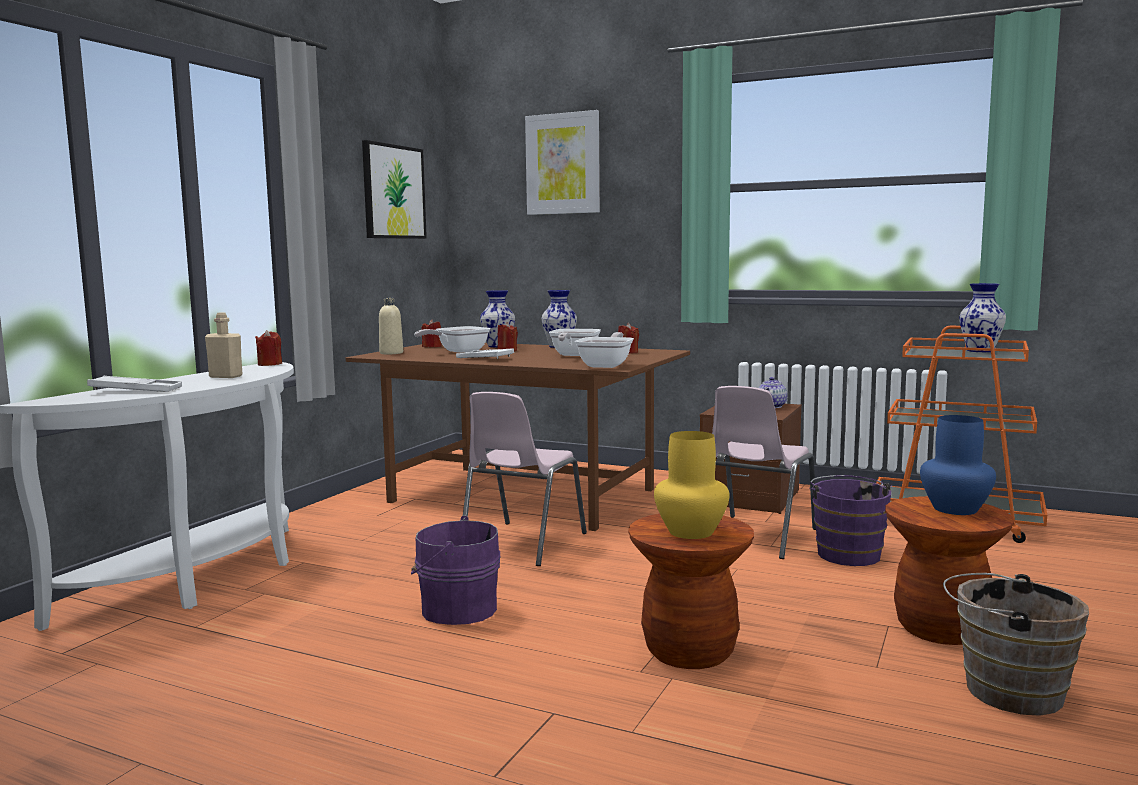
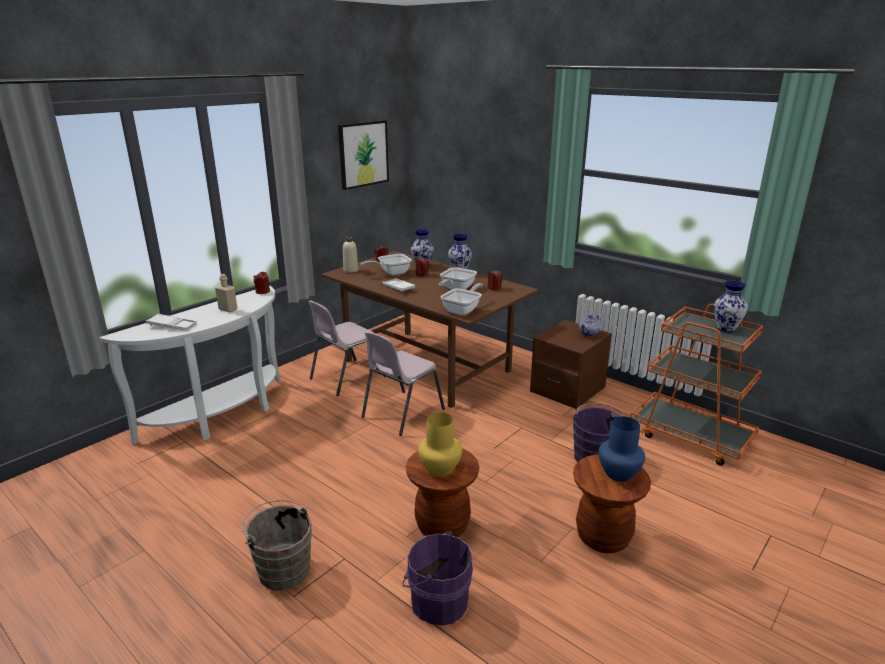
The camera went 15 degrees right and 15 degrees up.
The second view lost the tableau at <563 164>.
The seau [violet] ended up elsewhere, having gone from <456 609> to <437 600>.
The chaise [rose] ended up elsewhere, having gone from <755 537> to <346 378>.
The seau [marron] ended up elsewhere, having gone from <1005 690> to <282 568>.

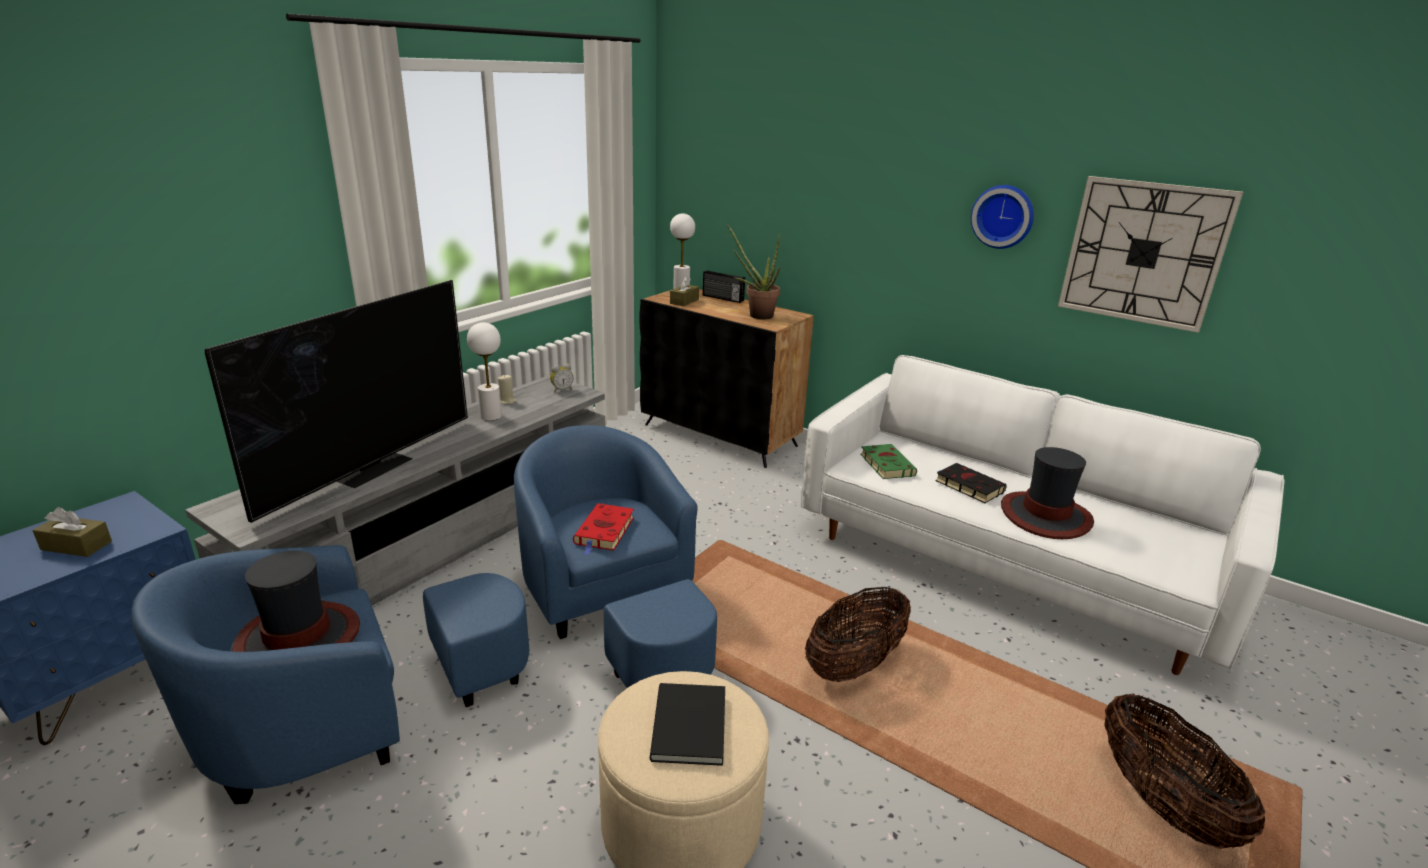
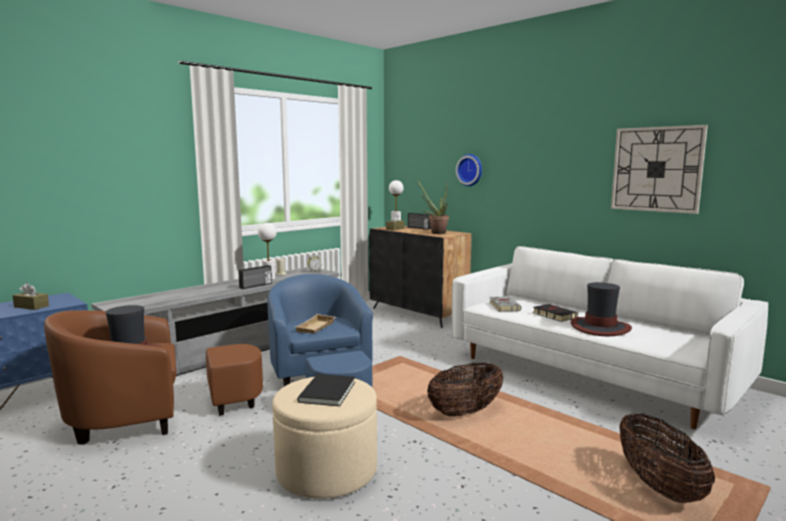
The camera went 10 degrees right and 15 degrees down.
The second view lost the téléviseur at <372 467>.
The second view gained the radio at <256 286>.
The horloge murale ended up elsewhere, having gone from <1003 216> to <470 170>.
Where the livre [rouge] stood at <604 532>, the plateau [beige] came to stand at <317 327>.
What was the fauteuil [bleu] at <350 717> turned into the fauteuil [marron] at <153 415>.
What was the livre [vert] at <886 464> turned into the livre [gris] at <503 306>.

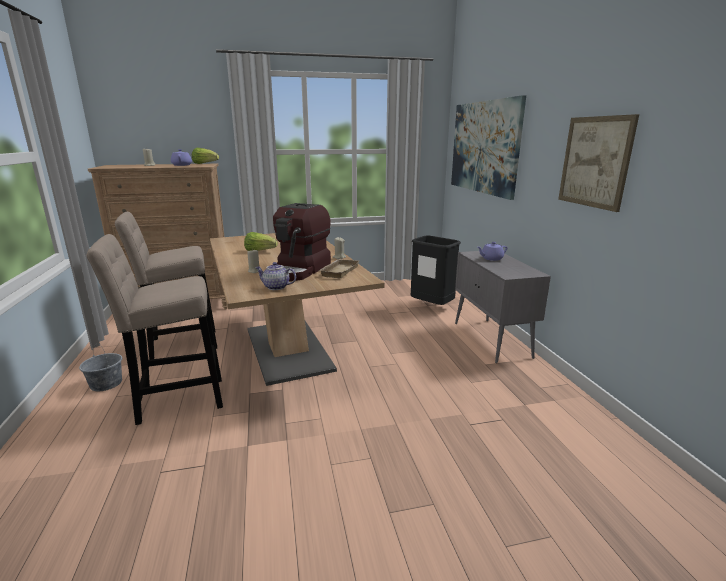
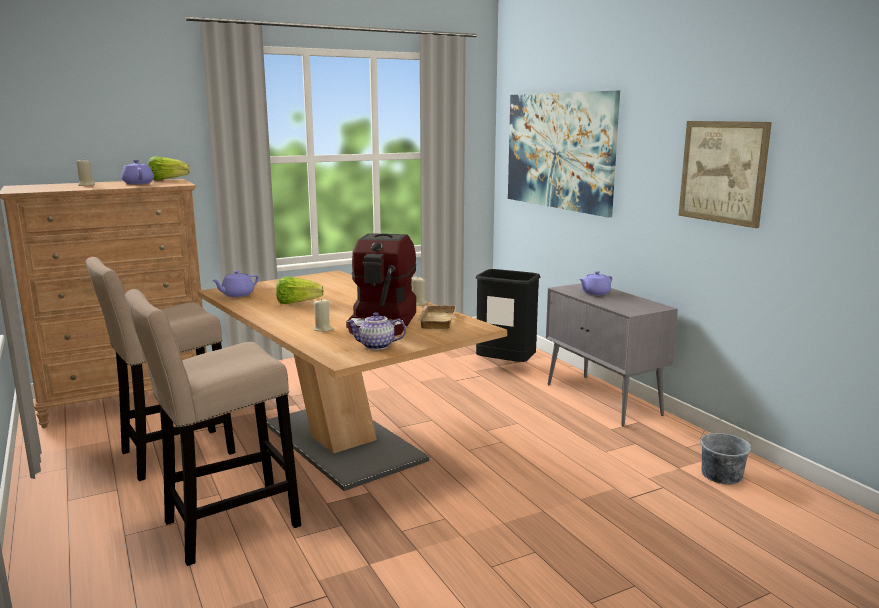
The camera went 15 degrees left and 5 degrees down.
The second view gained the théière [violet] at <237 295>.
The seau [gris] ended up elsewhere, having gone from <106 384> to <721 475>.

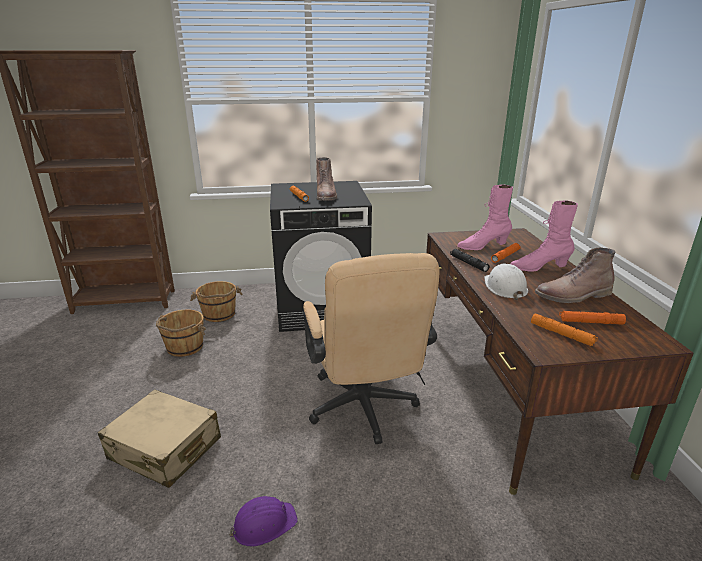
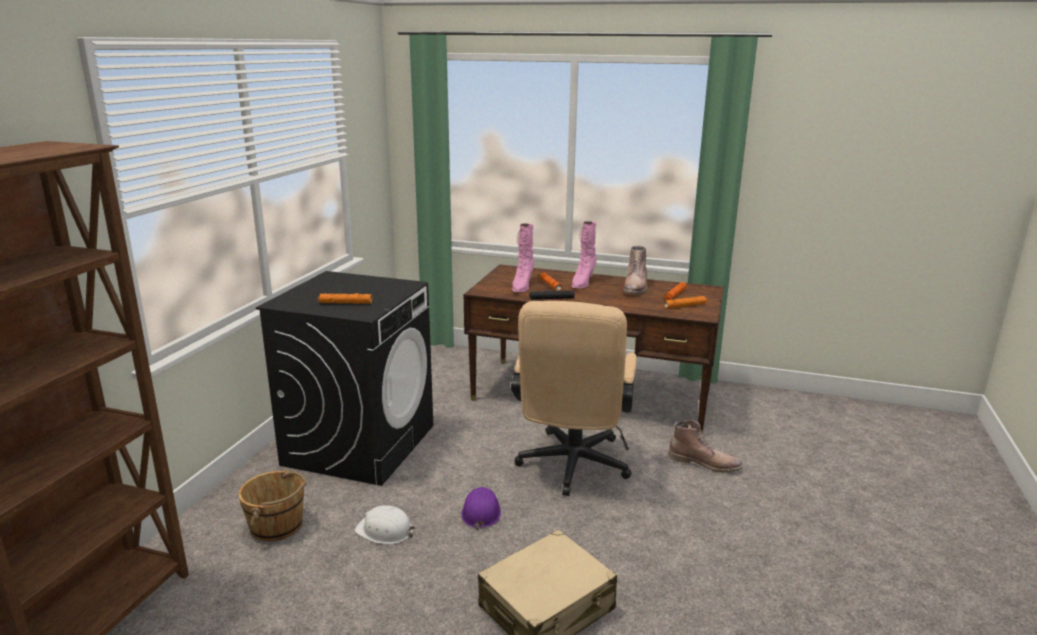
The camera went 65 degrees left and 5 degrees down.
The second view lost the seau [marron] at <184 347>.
The casque de chantier [violet] ended up elsewhere, having gone from <263 524> to <481 512>.
The botte [marron] ended up elsewhere, having gone from <326 195> to <704 463>.
The casque de chantier [blanc] ended up elsewhere, having gone from <504 287> to <385 531>.
The chaise de bureau [beige] at <364 410> ended up facing another way, 90 degrees clockwise from before.

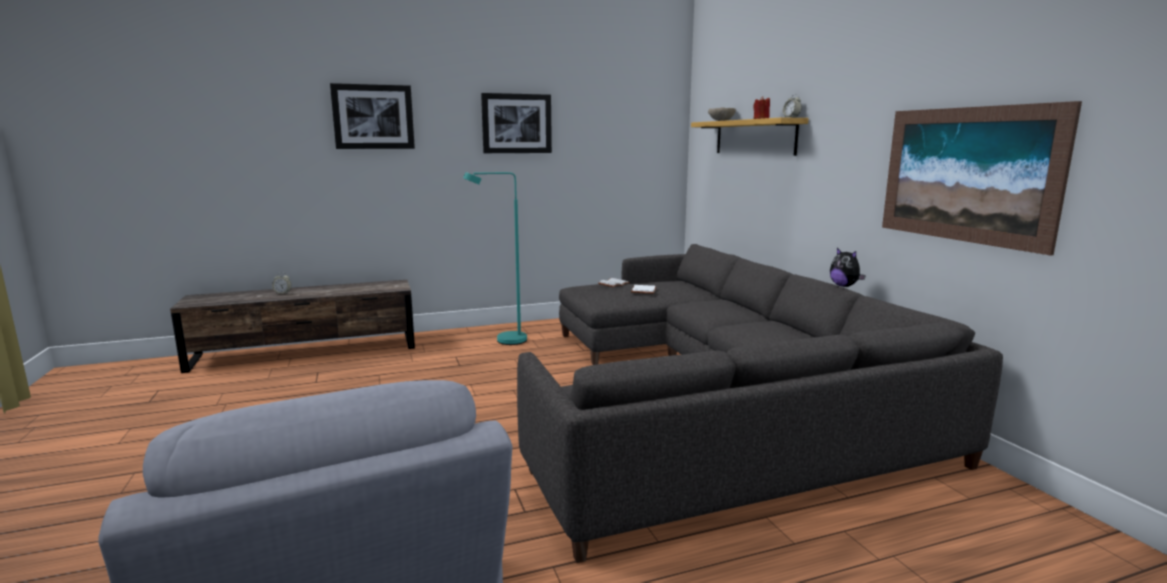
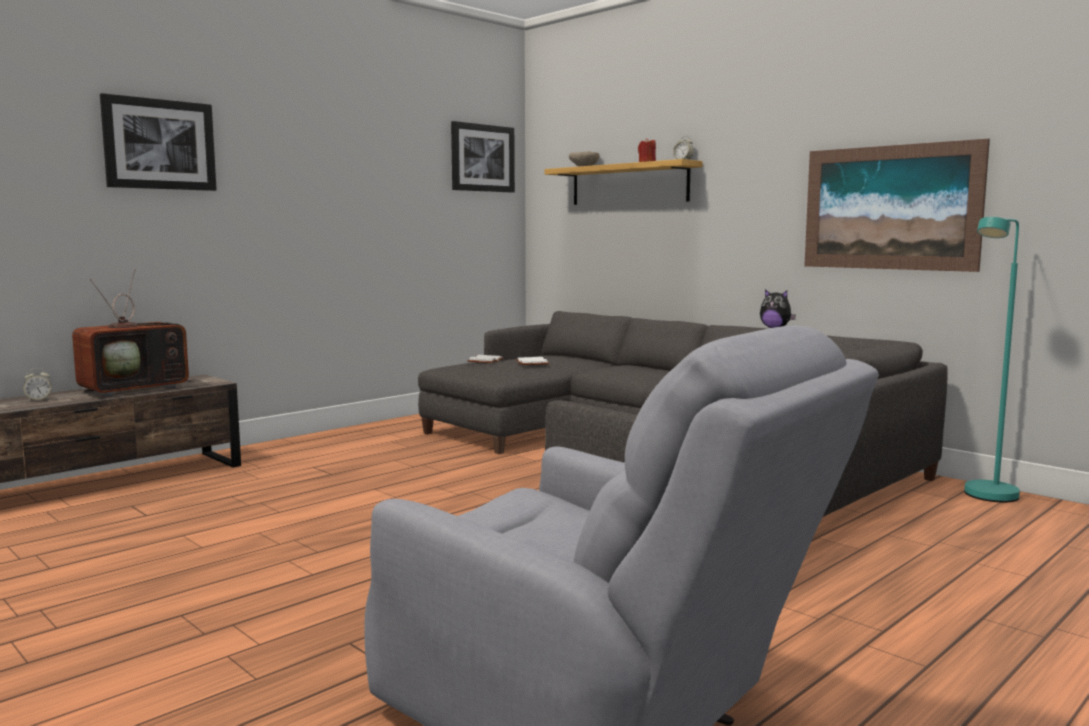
The camera went 25 degrees left and 5 degrees down.
The second view gained the téléviseur at <136 389>.
The lampadaire [turquoise] ended up elsewhere, having gone from <503 341> to <986 498>.
The tableau ended up elsewhere, having gone from <516 123> to <482 158>.

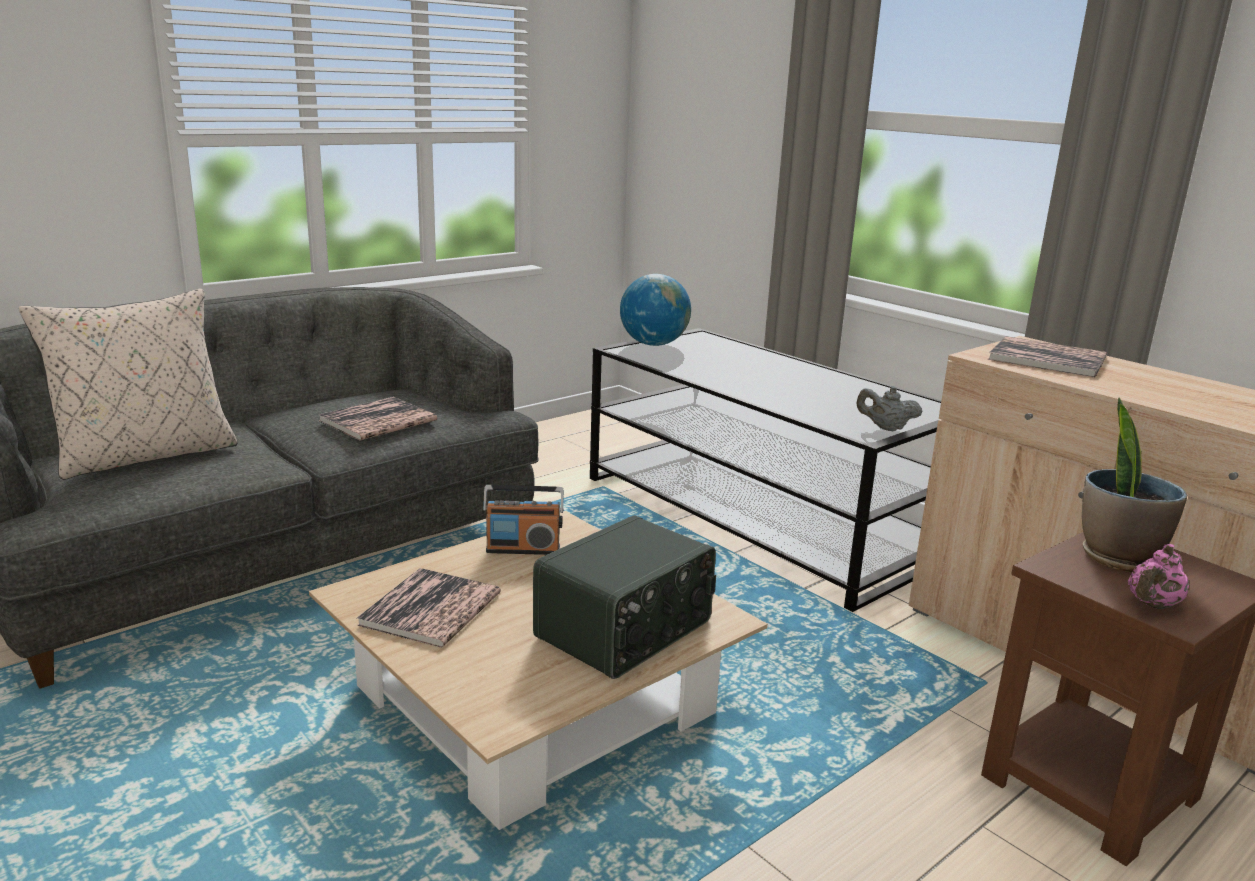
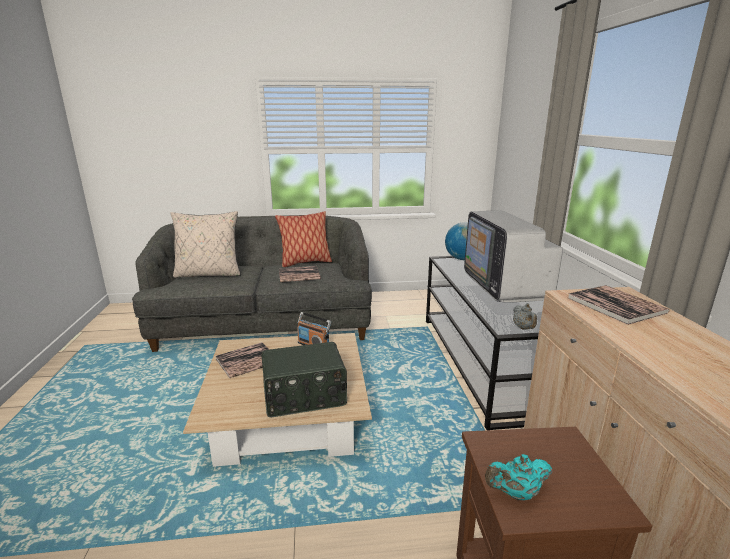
The camera went 35 degrees right and 0 degrees up.
The second view lost the plante en pot at <1117 557>.
The second view gained the coussin at <305 262>.
The second view gained the téléviseur at <505 286>.
What was the théière [rose] at <1152 604> turned into the théière [turquoise] at <516 493>.
The théière [gris] at <886 428> ended up facing another way, 150 degrees counterclockwise from before.

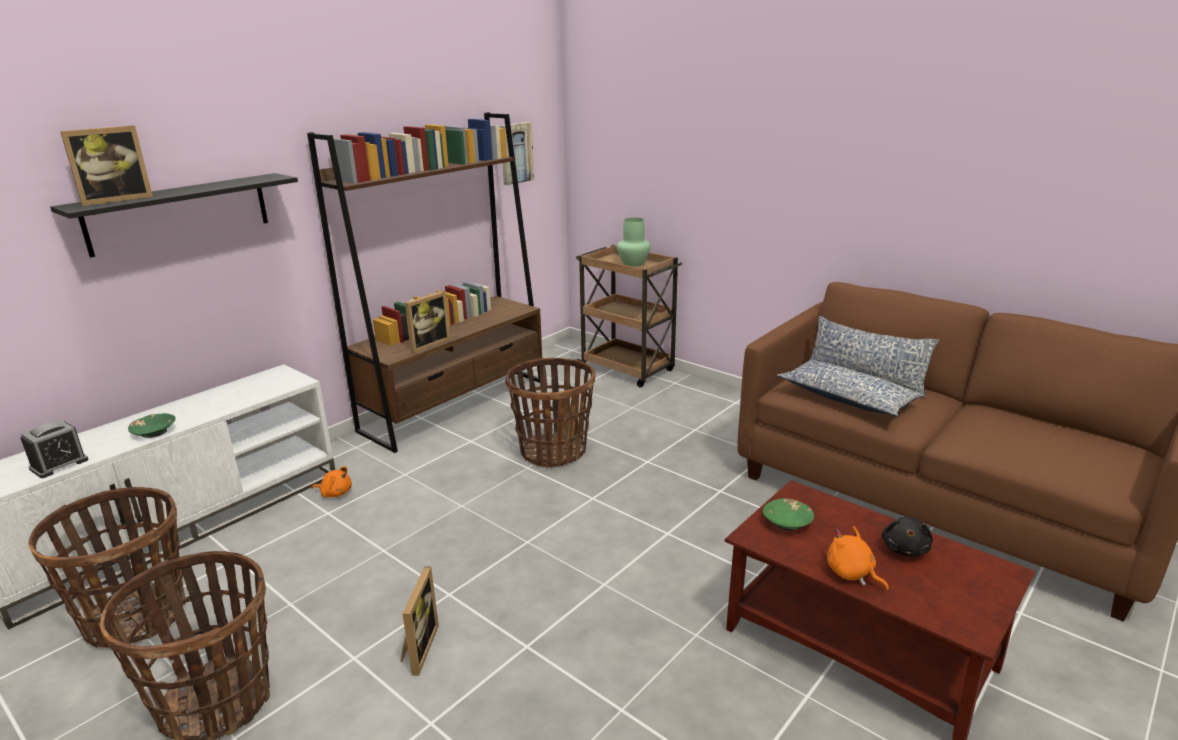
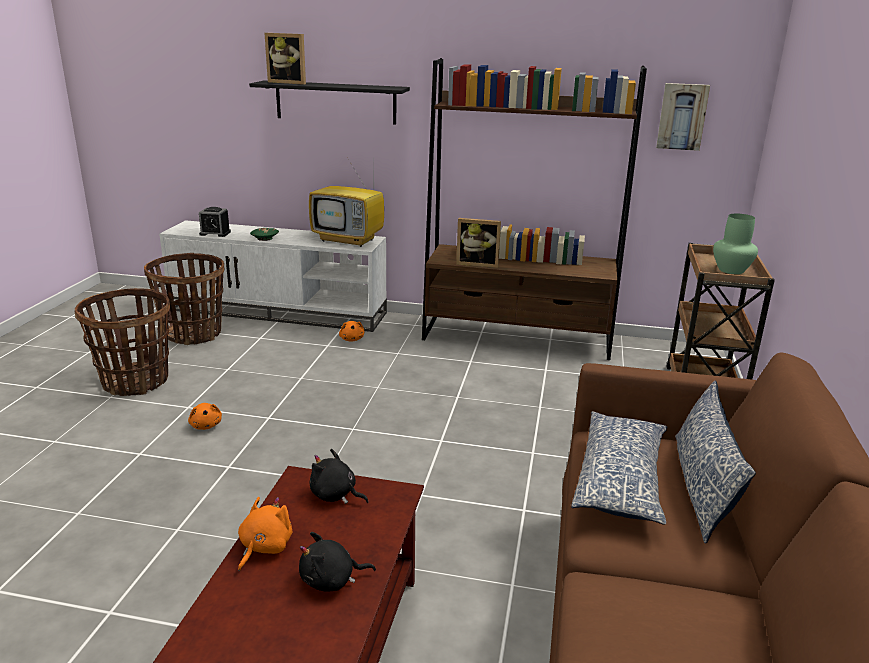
The camera went 60 degrees right and 0 degrees up.
The second view lost the panier at <553 451>.
The second view gained the téléviseur at <349 240>.
Where the cadre photo stood at <417 649>, the peluche [orange] came to stand at <206 425>.
Where the bol [vert] stood at <787 522>, the peluche [noir] came to stand at <335 495>.

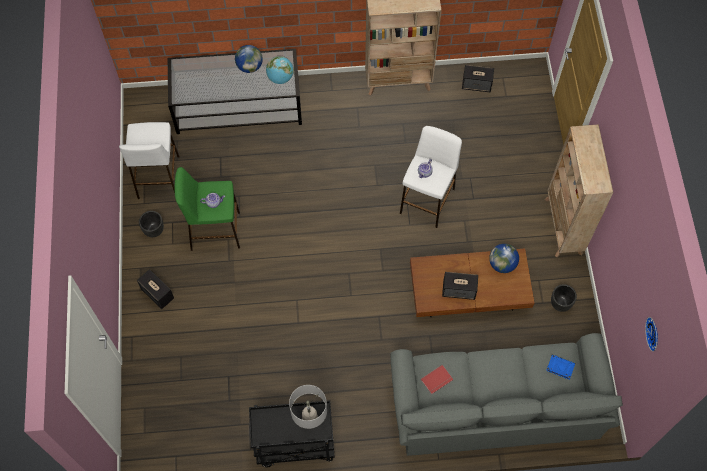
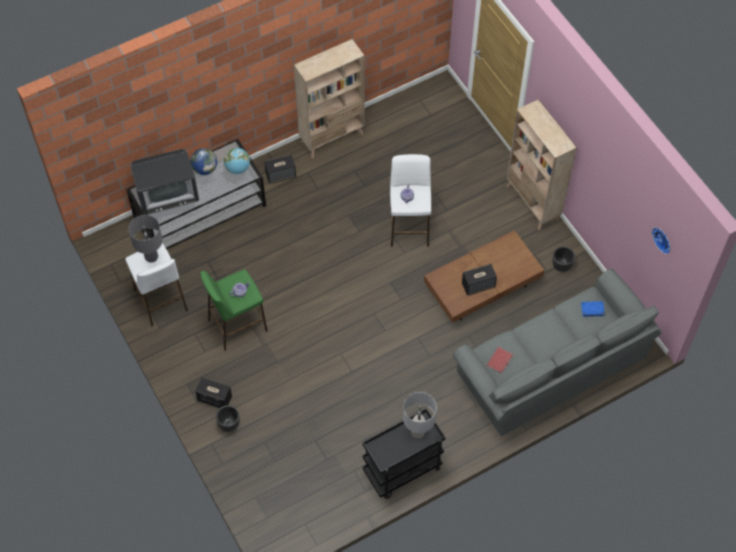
The camera went 25 degrees left and 5 degrees down.
The second view lost the globe at <502 264>.
The second view gained the lampe de table [gris] at <151 257>.
The second view gained the téléviseur at <168 194>.
The cache-pot [noir] ended up elsewhere, having gone from <154 230> to <229 424>.
The enceinte ended up elsewhere, having gone from <477 85> to <281 175>.

